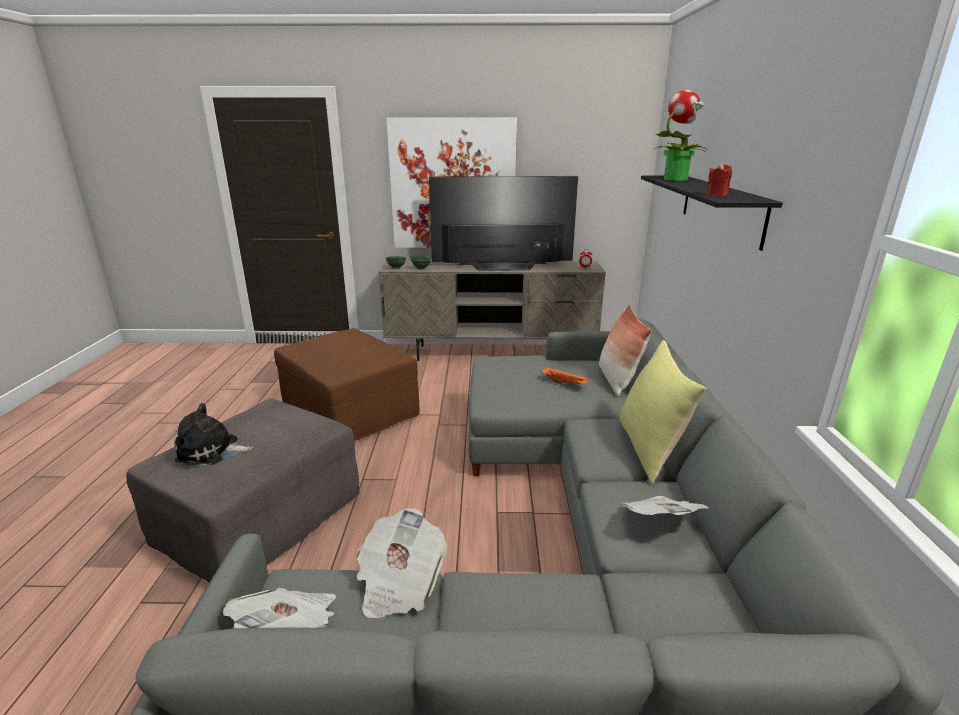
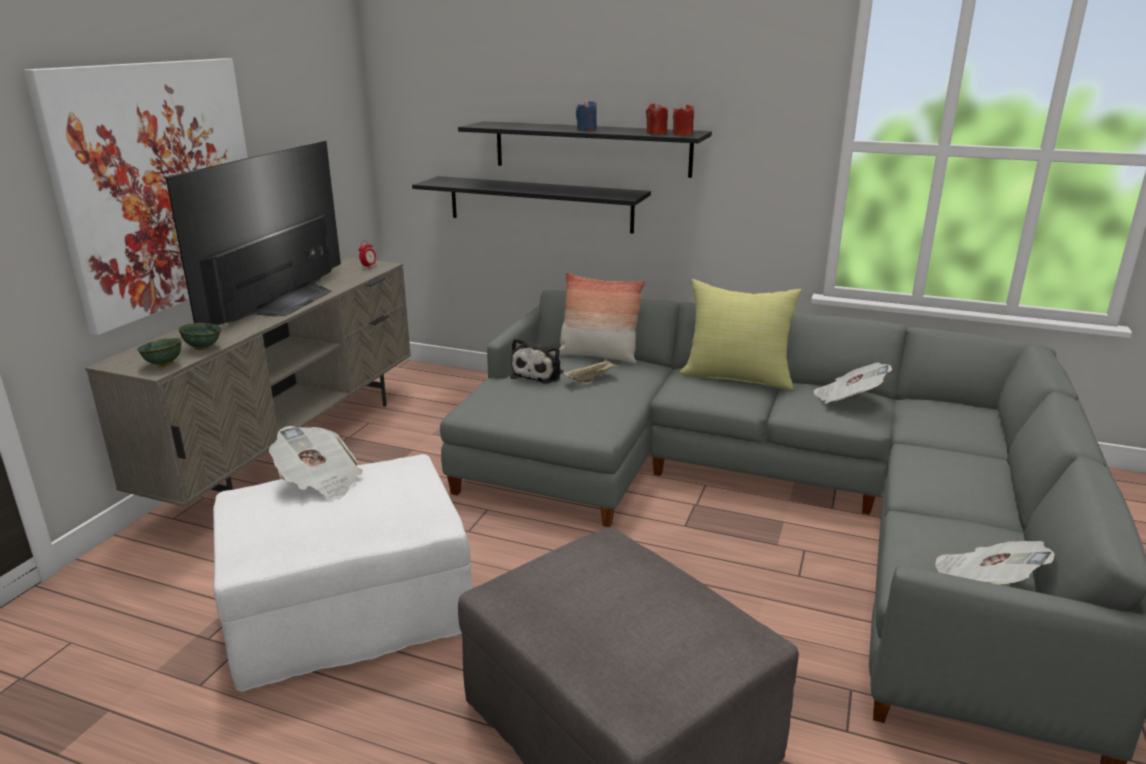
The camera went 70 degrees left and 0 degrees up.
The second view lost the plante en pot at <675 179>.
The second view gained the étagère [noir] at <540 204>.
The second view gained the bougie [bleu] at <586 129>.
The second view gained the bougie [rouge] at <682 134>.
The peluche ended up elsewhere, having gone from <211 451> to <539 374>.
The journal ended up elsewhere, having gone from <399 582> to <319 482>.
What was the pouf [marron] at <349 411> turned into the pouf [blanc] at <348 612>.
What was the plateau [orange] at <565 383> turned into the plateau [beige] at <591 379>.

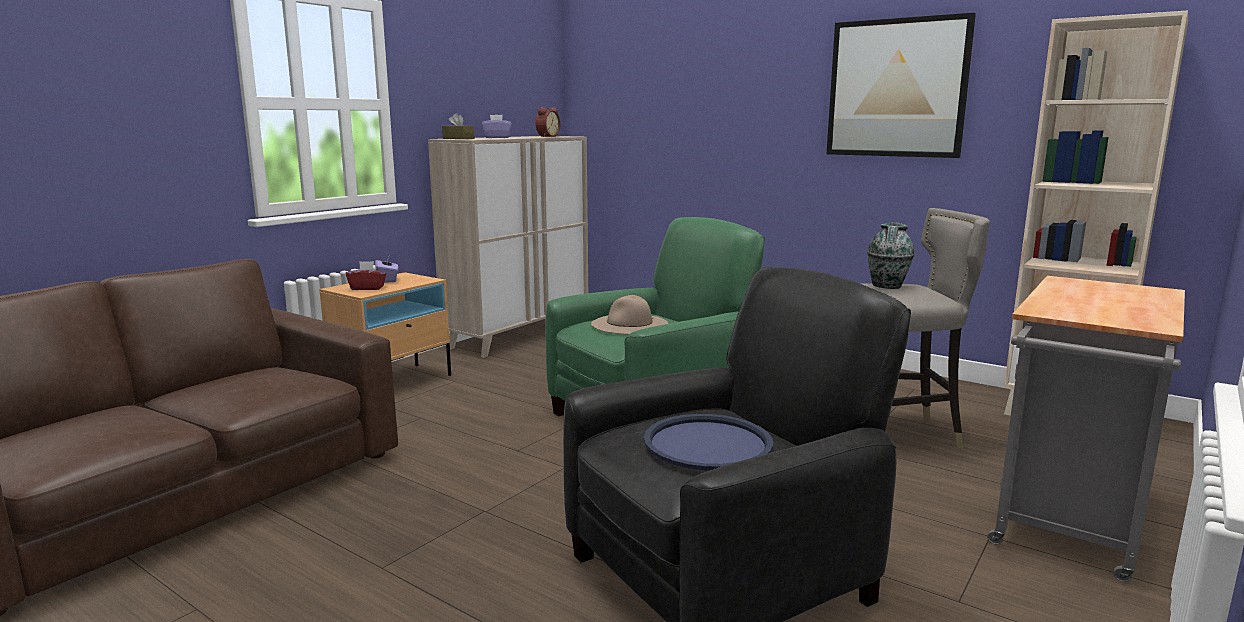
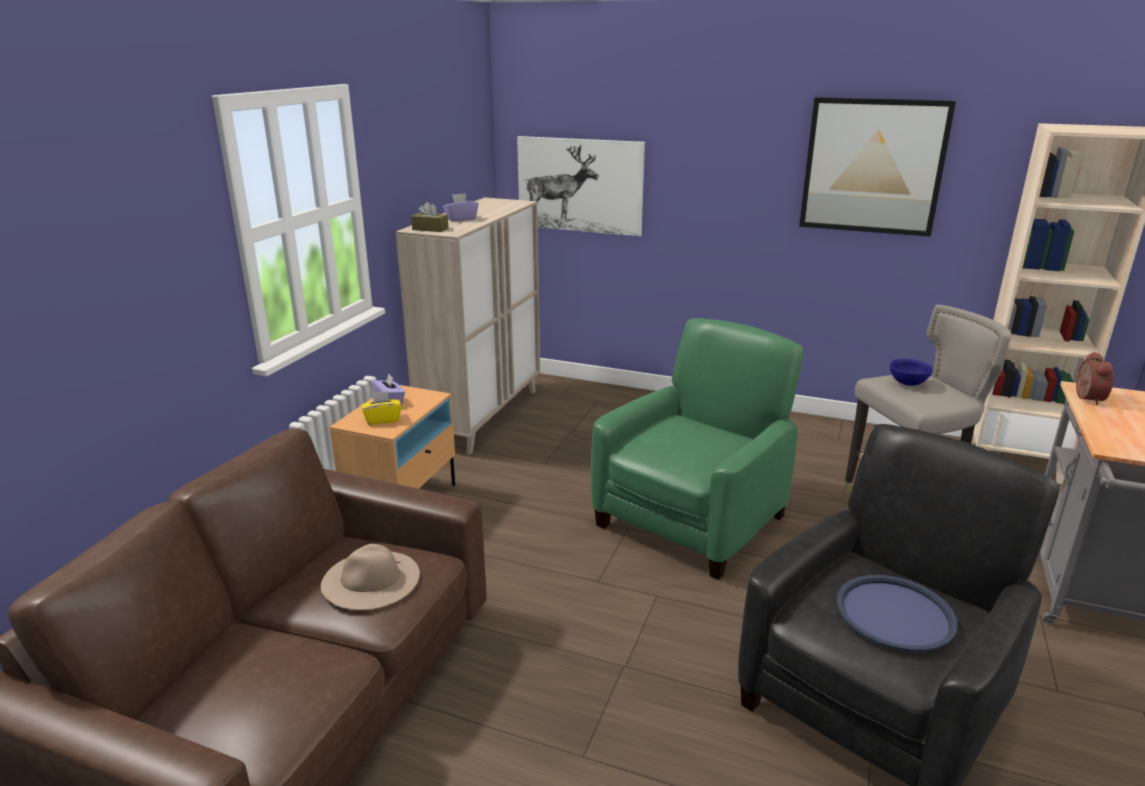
The camera went 15 degrees left and 10 degrees up.
The second view gained the tableau at <580 185>.
The réveil ended up elsewhere, having gone from <546 136> to <1086 398>.
The chapeau [beige] ended up elsewhere, having gone from <629 324> to <370 579>.
Where the vase stood at <887 286>, the bol [bleu] came to stand at <907 383>.
What was the boîte à mouchoirs [rouge] at <367 288> turned into the boîte à mouchoirs [jaune] at <382 419>.

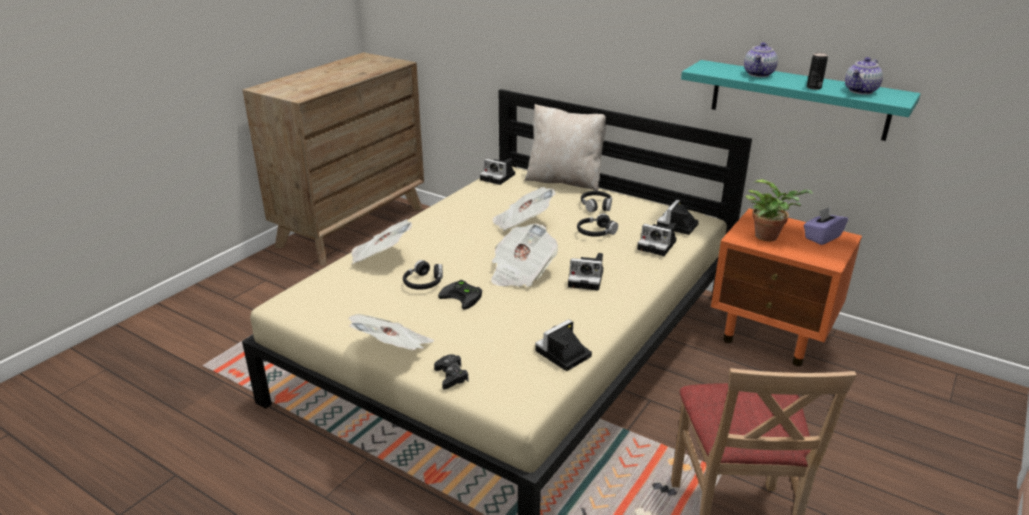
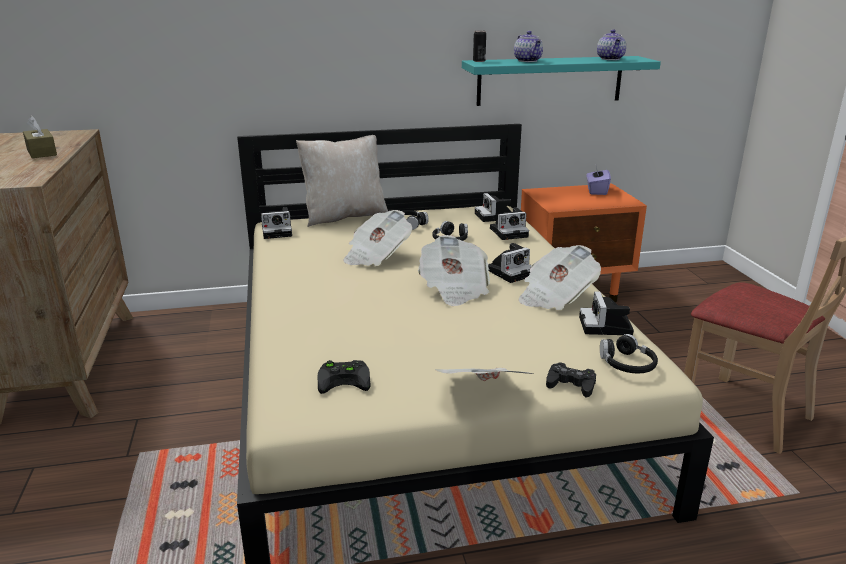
The camera went 45 degrees left and 5 degrees down.
The second view lost the plante en pot at <769 236>.
The second view gained the boîte à mouchoirs [marron] at <41 152>.
The journal ended up elsewhere, having gone from <380 257> to <555 297>.
The casque audio [noir] ended up elsewhere, having gone from <423 282> to <627 364>.
The manette [noir] ended up elsewhere, having gone from <464 297> to <345 379>.
The boîte métallique ended up elsewhere, having gone from <813 87> to <479 61>.

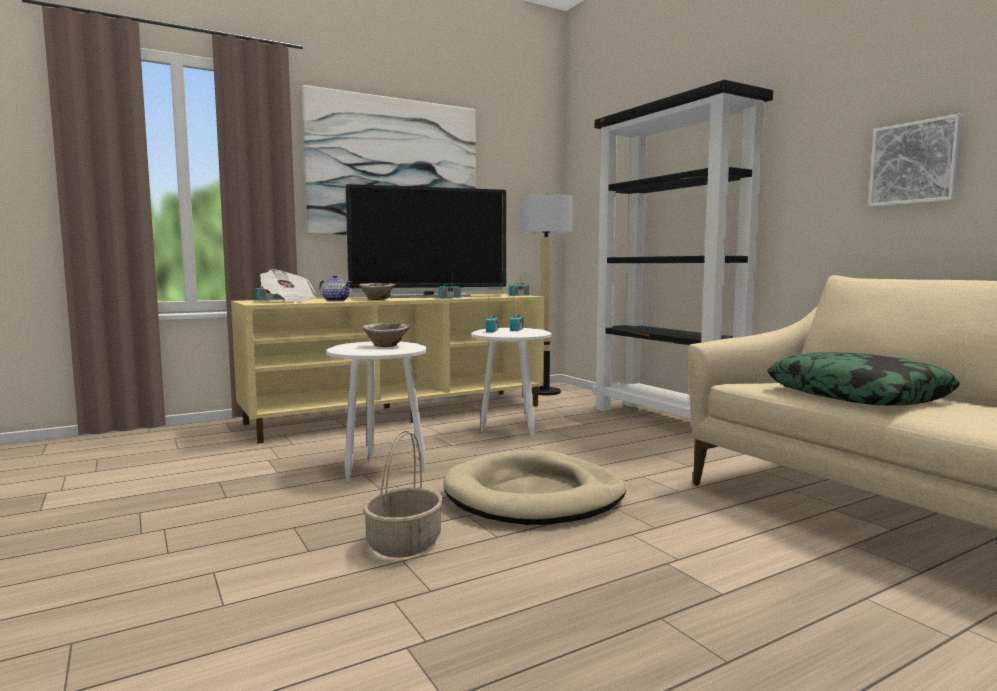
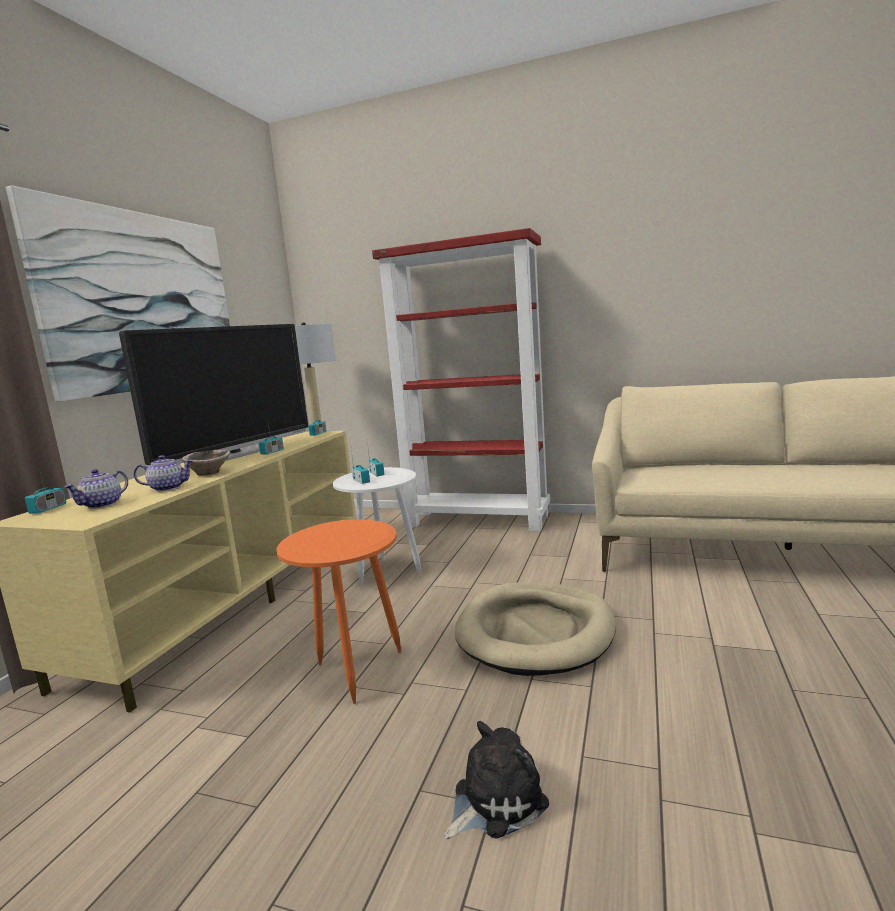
The camera went 40 degrees left and 5 degrees up.
The second view lost the bol at <387 346>.
The second view lost the panier at <404 543>.
The second view lost the coussin at <857 395>.
The second view lost the tableau at <915 163>.
The second view gained the peluche at <494 800>.
Where the journal stood at <289 301>, the théière came to stand at <103 504>.
What was the table d'appoint [blanc] at <380 468> turned into the table d'appoint [orange] at <354 671>.
What was the bibliothèque [noir] at <667 421> turned into the bibliothèque [rouge] at <478 520>.

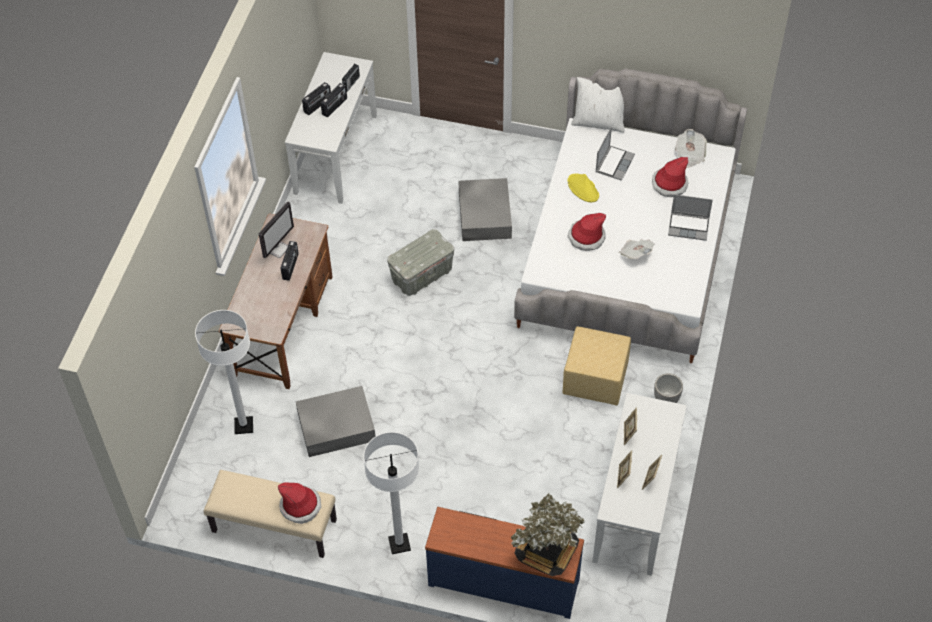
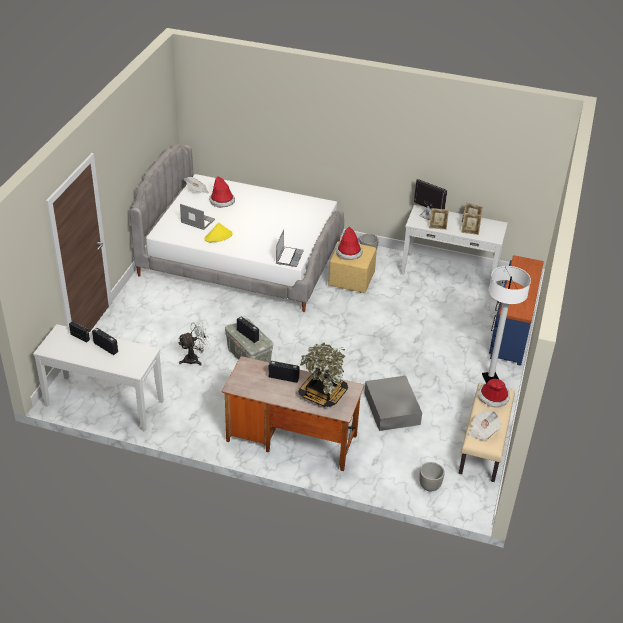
The camera went 90 degrees left and 15 degrees down.
The second view lost the lampadaire [blanc] at <243 426>.
The second view lost the boîte de rangement [gris] at <485 214>.
The second view lost the coussin [blanc] at <599 122>.
The second view gained the ventilateur [blanc] at <195 359>.
The second view gained the cache-pot at <429 487>.
The écran d'ordinateur ended up elsewhere, having gone from <278 248> to <427 215>.
The radio ended up elsewhere, having gone from <318 105> to <248 335>.
The plante en pot ended up elsewhere, having gone from <546 551> to <323 394>.
The chapeau ended up elsewhere, having gone from <586 237> to <349 253>.
The journal ended up elsewhere, having gone from <635 253> to <482 431>.
The ordinateur portable ended up elsewhere, having gone from <689 227> to <289 257>.

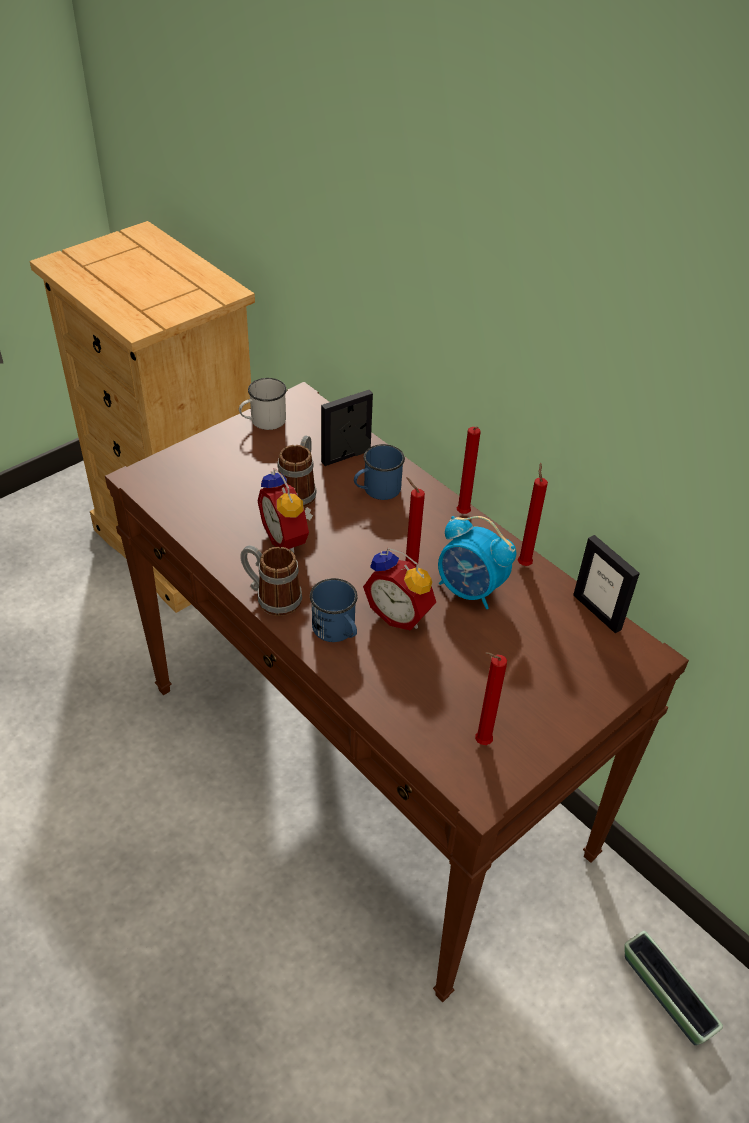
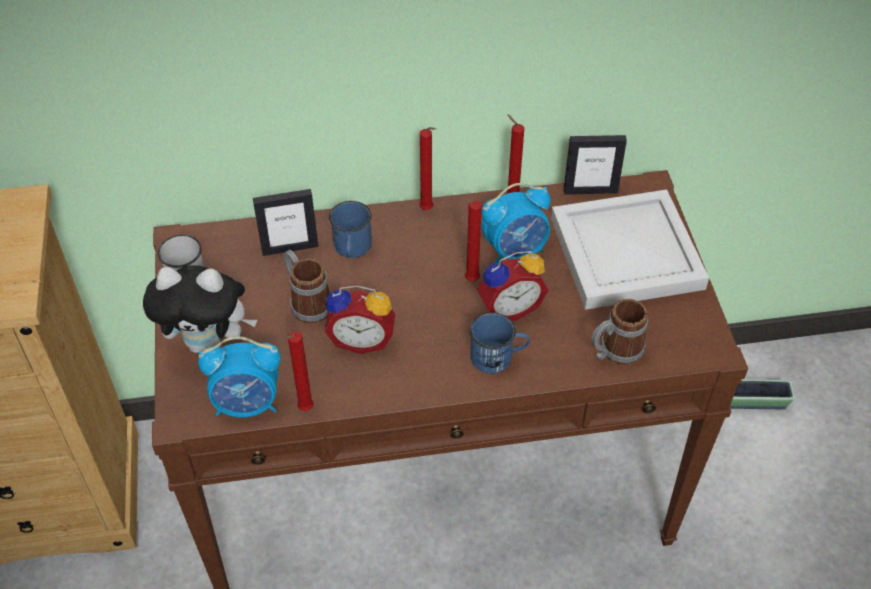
The camera went 55 degrees left and 5 degrees up.
The second view gained the peluche at <209 343>.
The second view gained the réveil at <248 403>.
The second view gained the plateau [blanc] at <627 251>.
The mug ended up elsewhere, having gone from <271 597> to <614 352>.
The bougie [rouge] ended up elsewhere, having gone from <480 742> to <304 410>.
The cadre photo at <346 456> ended up facing another way, 105 degrees counterclockwise from before.

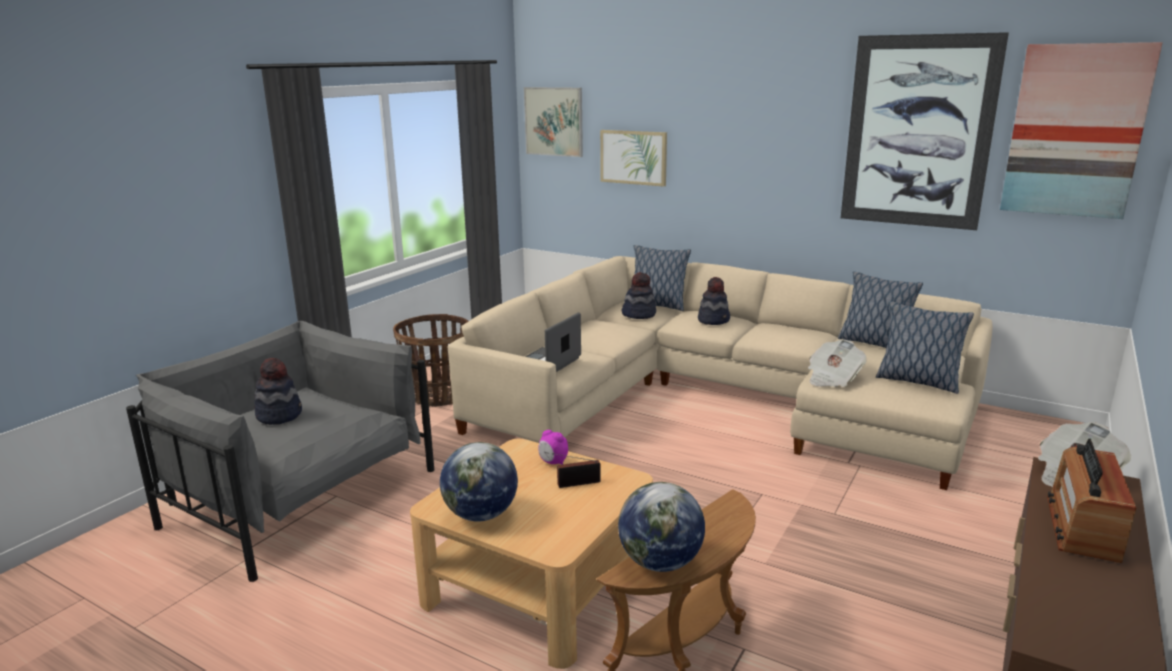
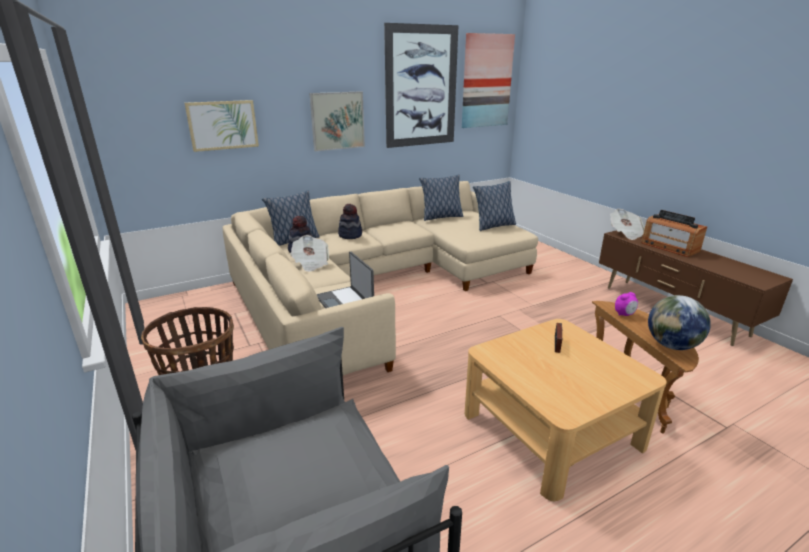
The camera went 60 degrees left and 5 degrees up.
The second view lost the chapeau at <279 415>.
The second view lost the globe at <480 515>.
The tableau ended up elsewhere, having gone from <554 121> to <337 121>.
The réveil ended up elsewhere, having gone from <553 462> to <624 314>.
The journal ended up elsewhere, having gone from <832 378> to <311 263>.

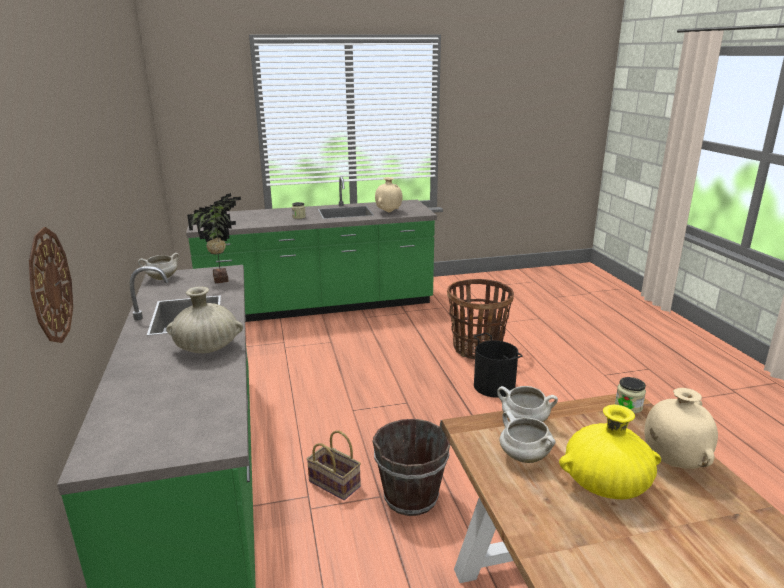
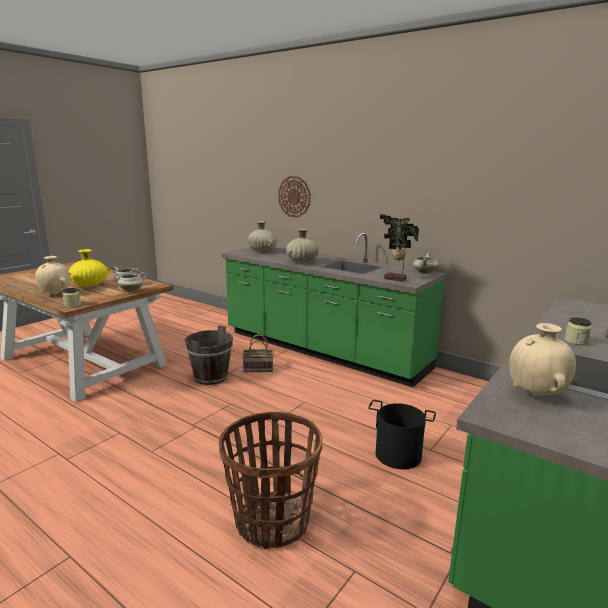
The camera went 140 degrees right and 5 degrees down.
The second view gained the vase [beige] at <262 251>.
The seau [noir] ended up elsewhere, having gone from <493 386> to <398 454>.

